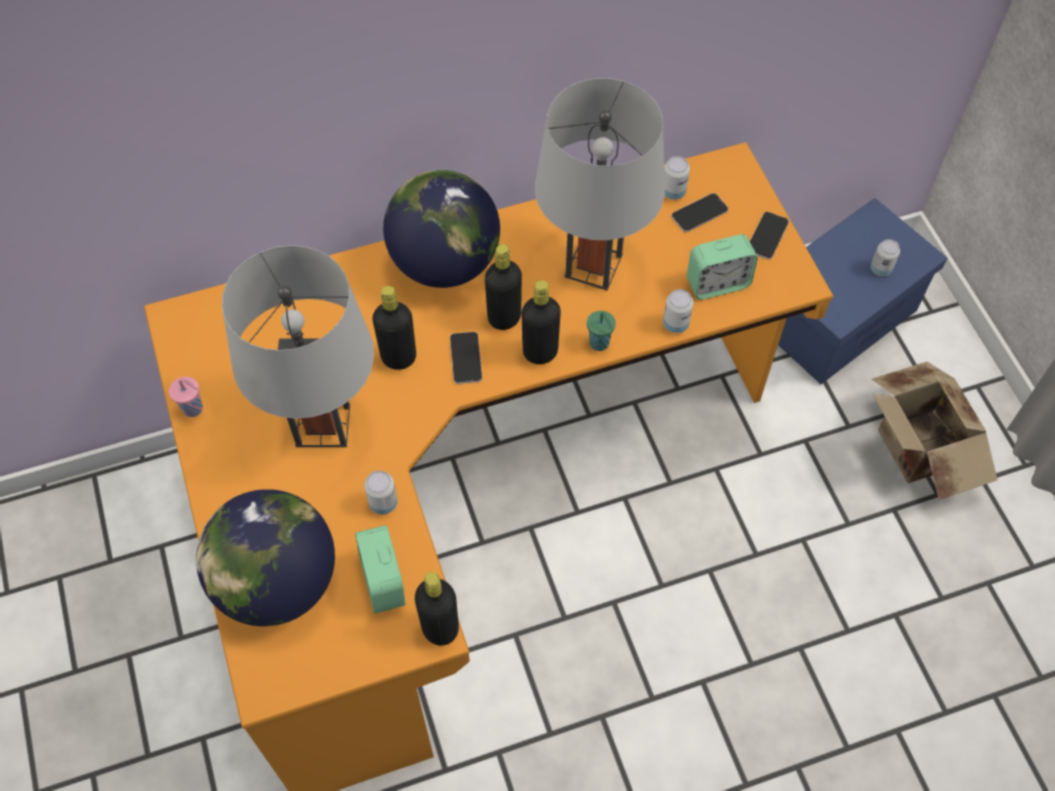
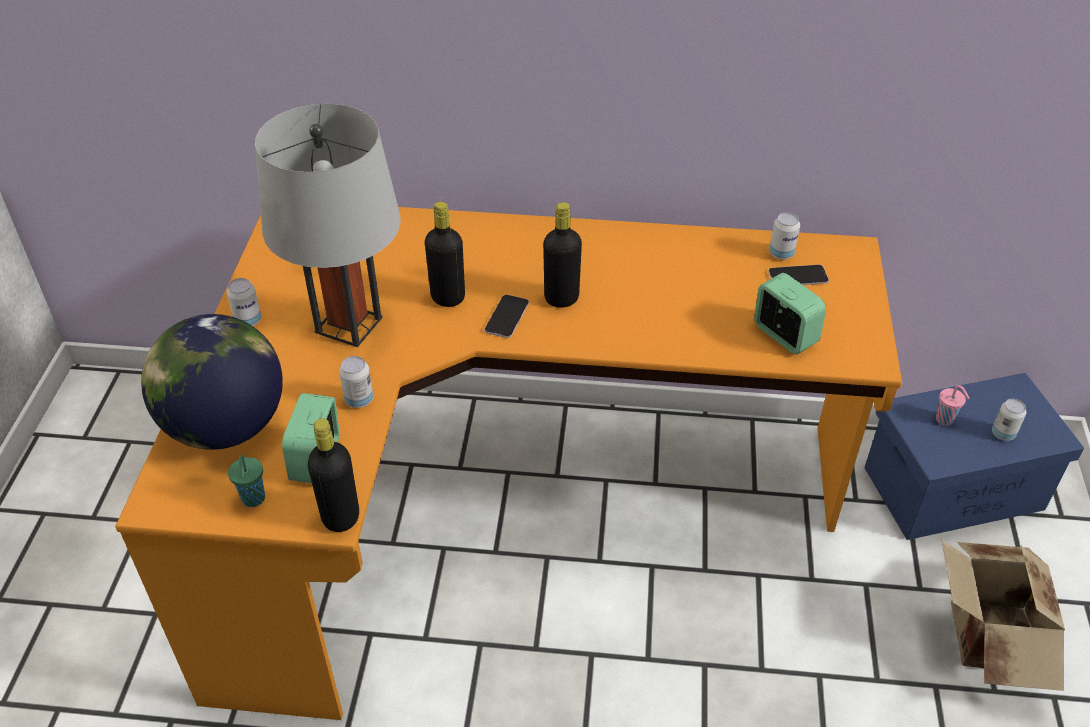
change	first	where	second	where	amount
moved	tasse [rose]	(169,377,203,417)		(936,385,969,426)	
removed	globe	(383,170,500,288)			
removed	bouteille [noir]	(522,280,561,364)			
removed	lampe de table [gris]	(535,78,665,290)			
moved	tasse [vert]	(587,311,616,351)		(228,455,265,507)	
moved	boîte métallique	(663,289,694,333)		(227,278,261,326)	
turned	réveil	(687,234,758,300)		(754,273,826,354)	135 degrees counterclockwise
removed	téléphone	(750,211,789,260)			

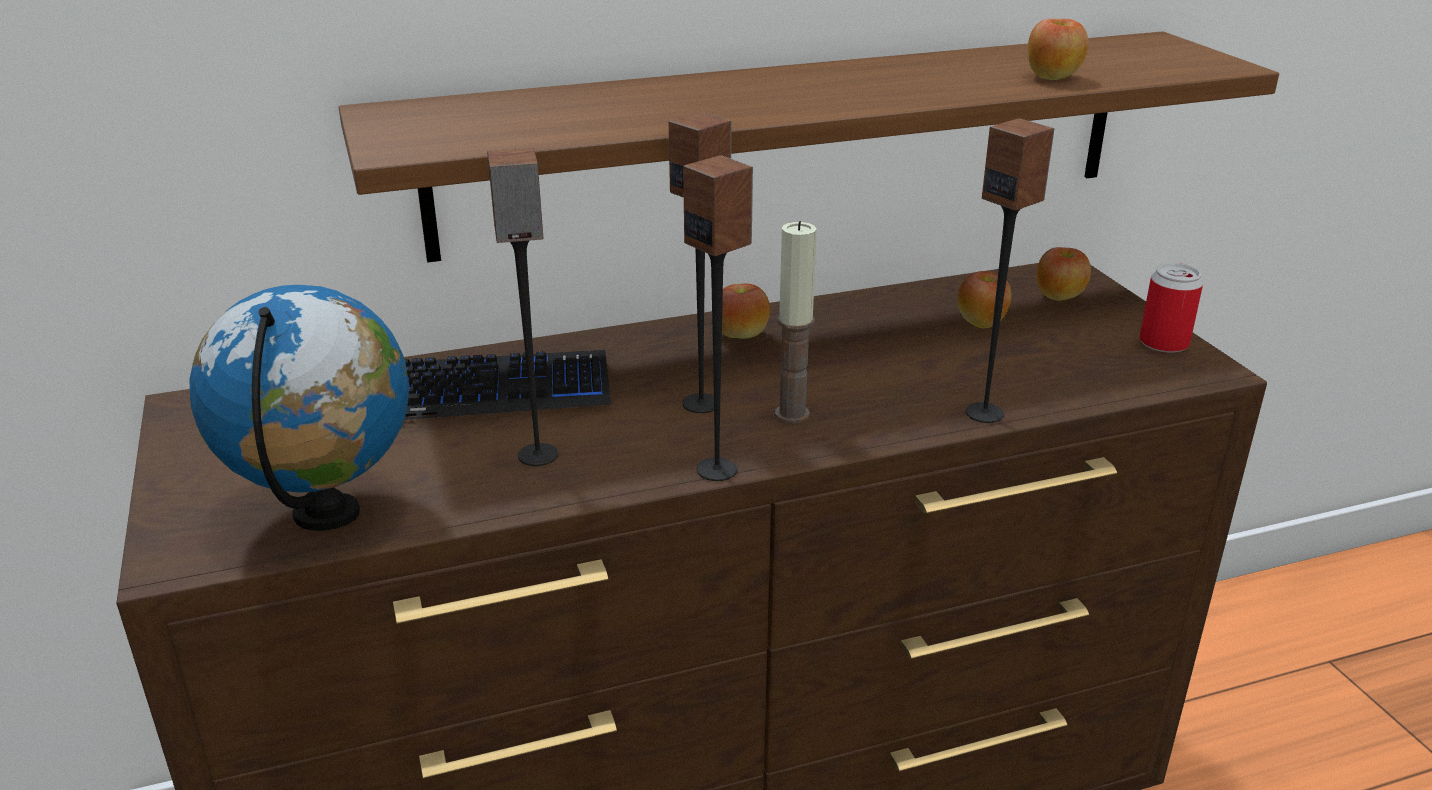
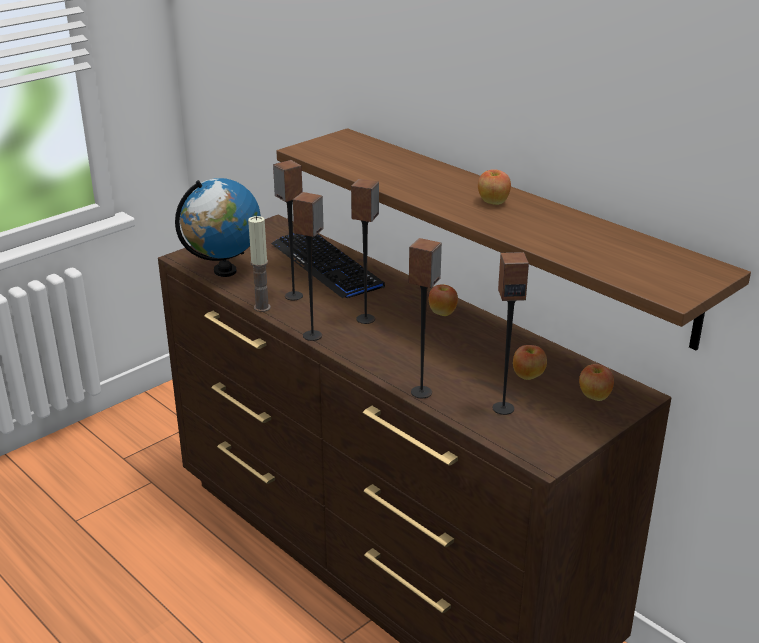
change	first	where	second	where	amount
moved	bougie	(775,221,817,423)		(248,216,271,312)	
moved	pomme	(1028,19,1088,80)		(478,169,511,205)	
removed	boîte métallique	(1139,263,1203,353)			
added			enceinte	(493,252,529,415)	

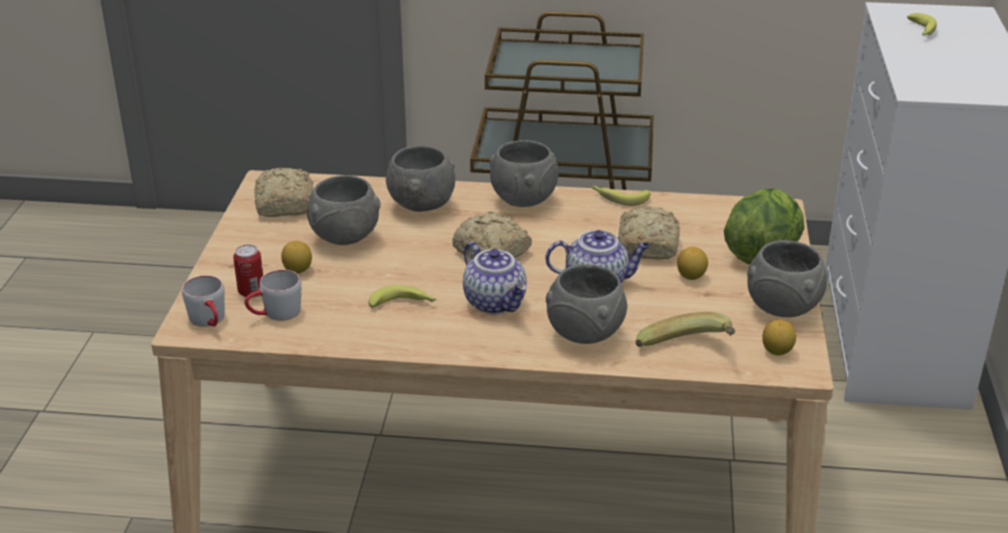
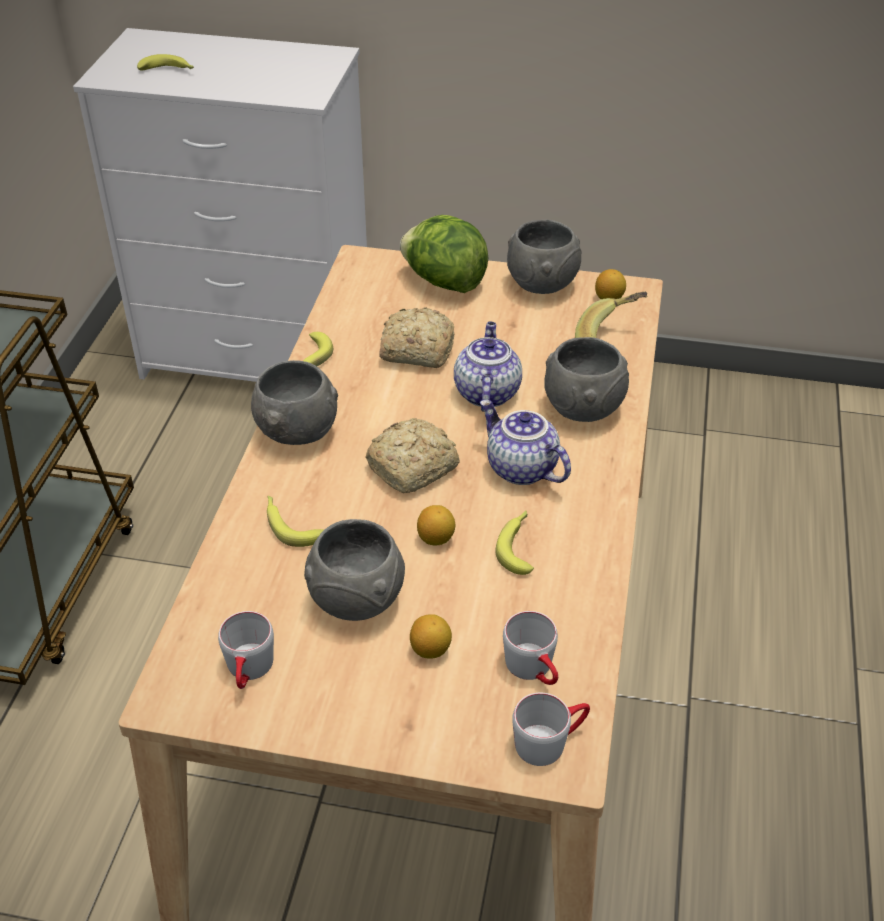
change	first	where	second	where	amount
removed	boîte métallique	(233,245,263,298)			
replaced	pain	(254,168,314,217)	mug [gris]	(218,611,274,689)	
replaced	bol [gris]	(386,145,455,212)	banane	(267,496,324,547)	
turned	théière	(463,242,527,314)		(480,400,571,485)	105 degrees counterclockwise
moved	citron	(677,247,708,280)		(417,505,455,545)	

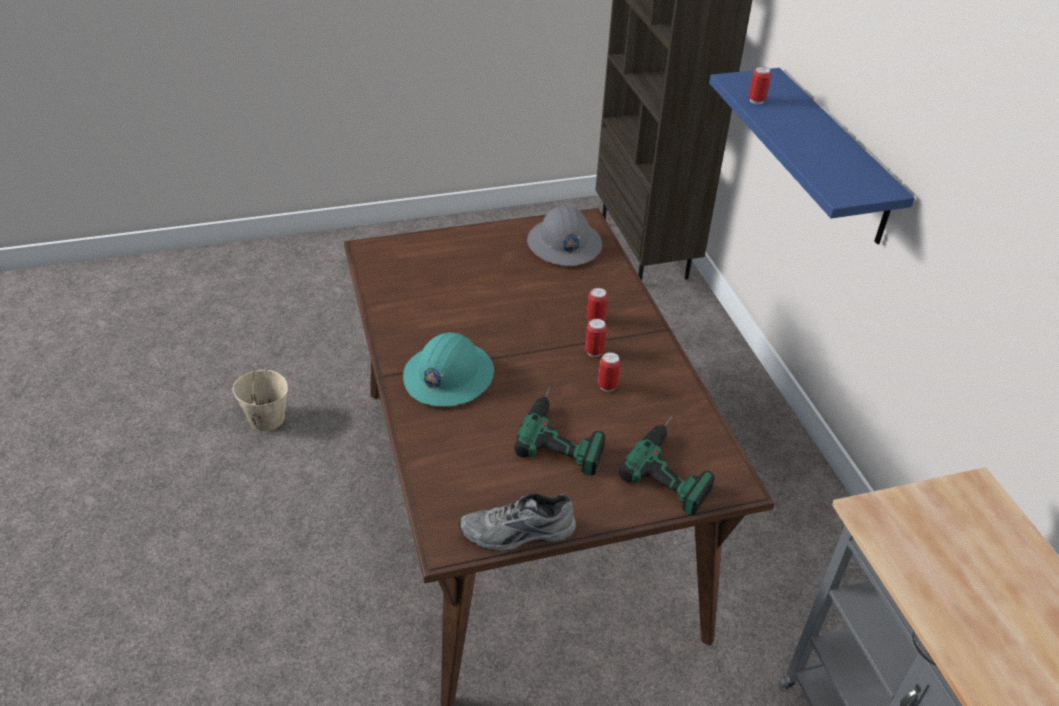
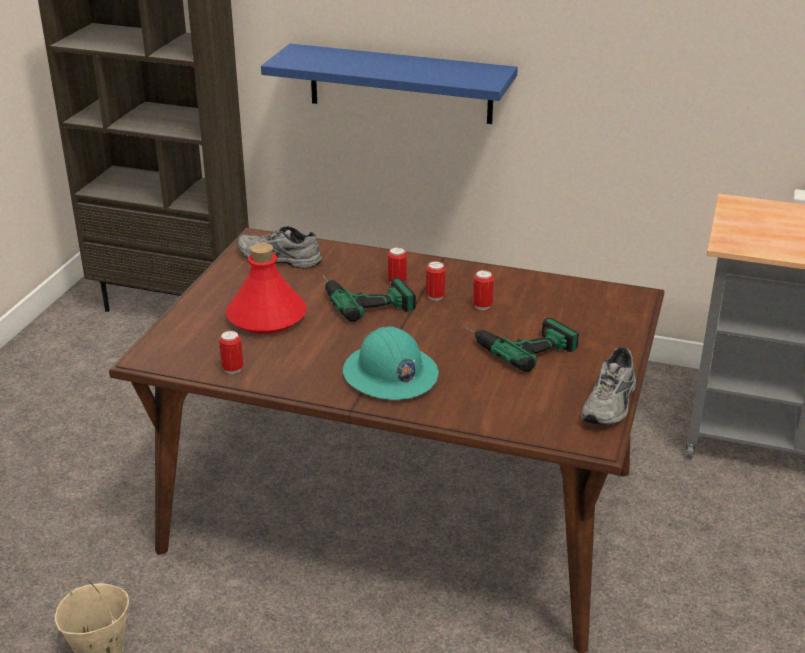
change	first	where	second	where	amount
replaced	casque de chantier [gris]	(527,205,602,266)	chaussure [gris]	(237,226,322,268)	
moved	perceuse	(619,416,715,515)		(323,275,416,322)	
moved	boîte métallique	(749,67,771,104)		(219,331,243,374)	
added			bouteille [rouge]	(226,243,307,334)	

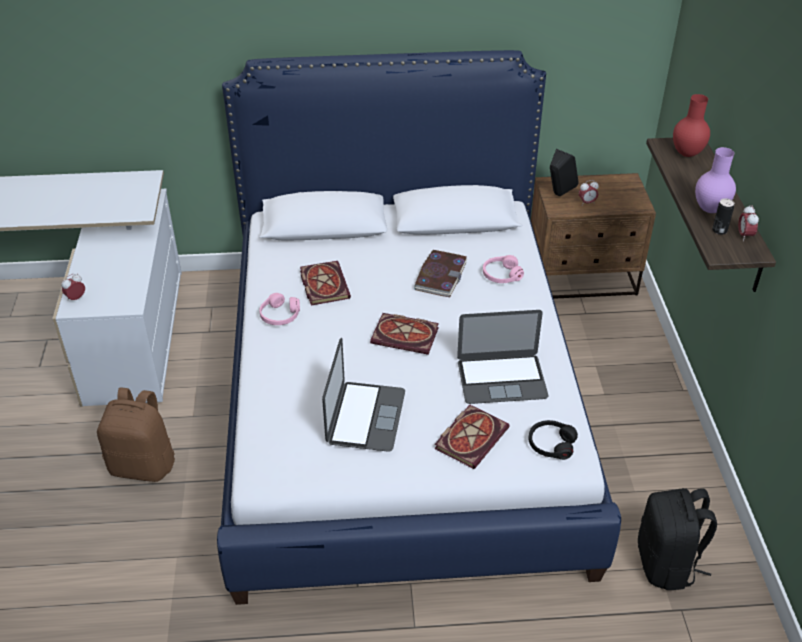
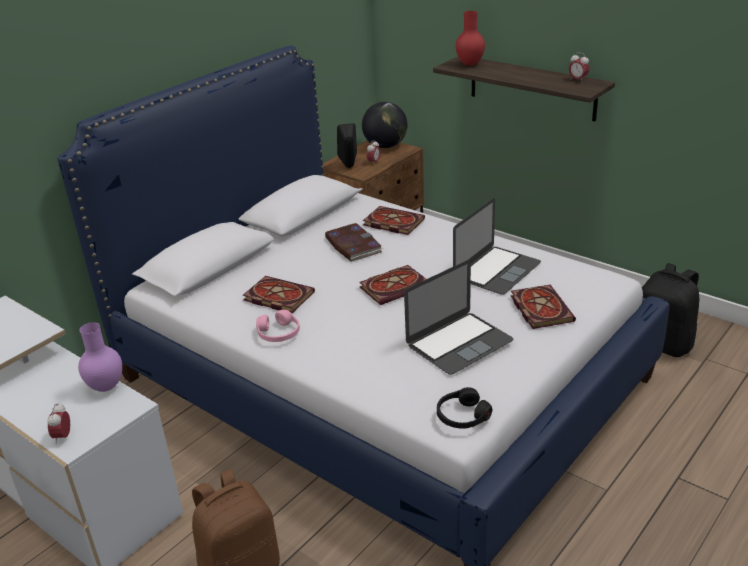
change	first	where	second	where	amount
turned	ordinateur portable	(322,338,405,452)		(404,260,513,375)	90 degrees clockwise
replaced	casque audio [rose]	(483,255,524,283)	livre	(363,206,425,235)	
moved	casque audio [noir]	(528,420,578,460)		(437,387,492,428)	
moved	vase [violet]	(695,147,736,213)		(78,322,122,392)	
removed	boîte métallique	(712,198,734,235)			
added			globe	(362,102,407,148)	

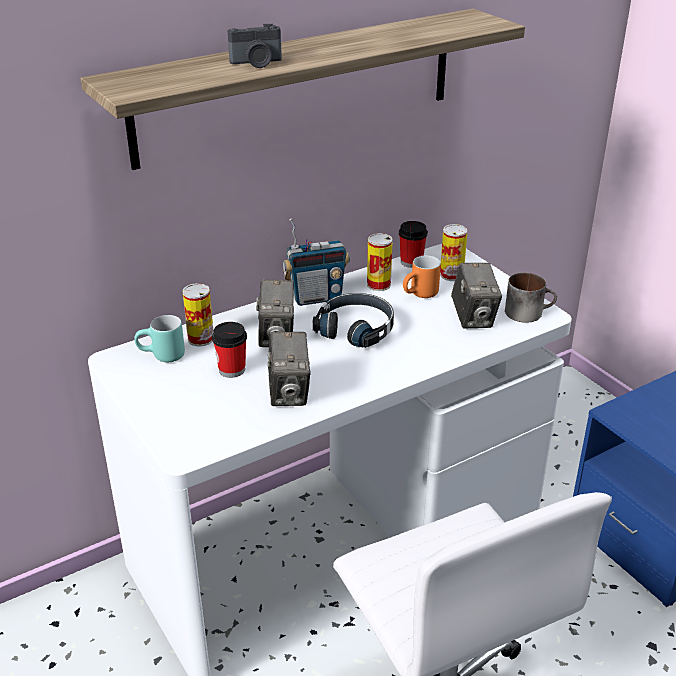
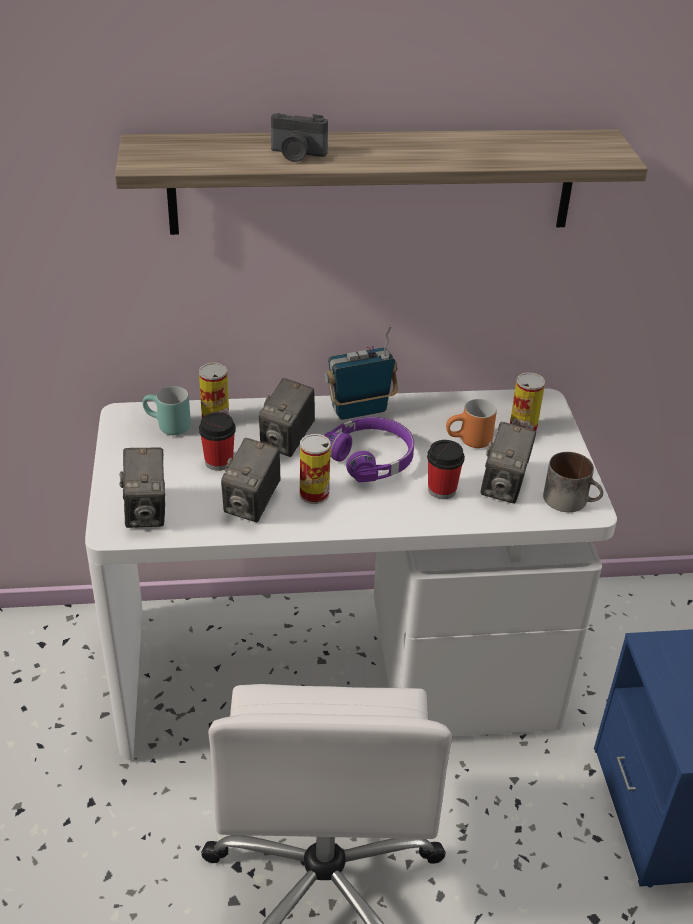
change	first	where	second	where	amount
turned	radio	(283,218,350,306)		(324,326,398,420)	150 degrees clockwise
recoloured	casque audio [noir]	(313,293,394,348)	casque audio [violet]	(324,417,414,482)	
moved	boîte métallique	(367,233,393,291)		(300,434,331,504)	
moved	tasse	(399,221,428,268)		(427,440,465,499)	
added			appareil photo	(120,448,165,528)	

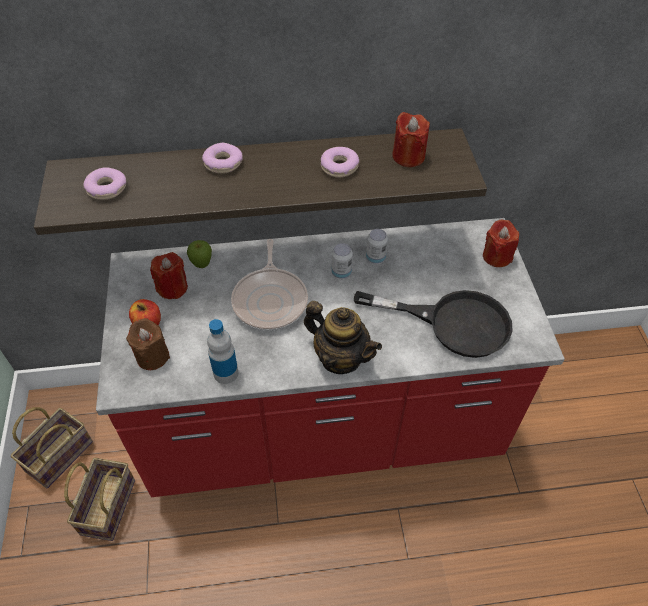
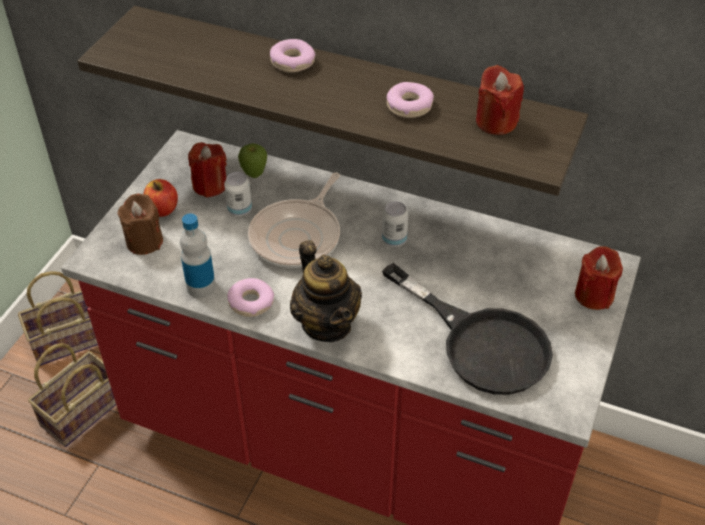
change	first	where	second	where	amount
moved	beignet	(83,167,126,200)		(227,278,274,317)	
moved	boîte métallique	(366,229,388,264)		(224,172,252,216)	

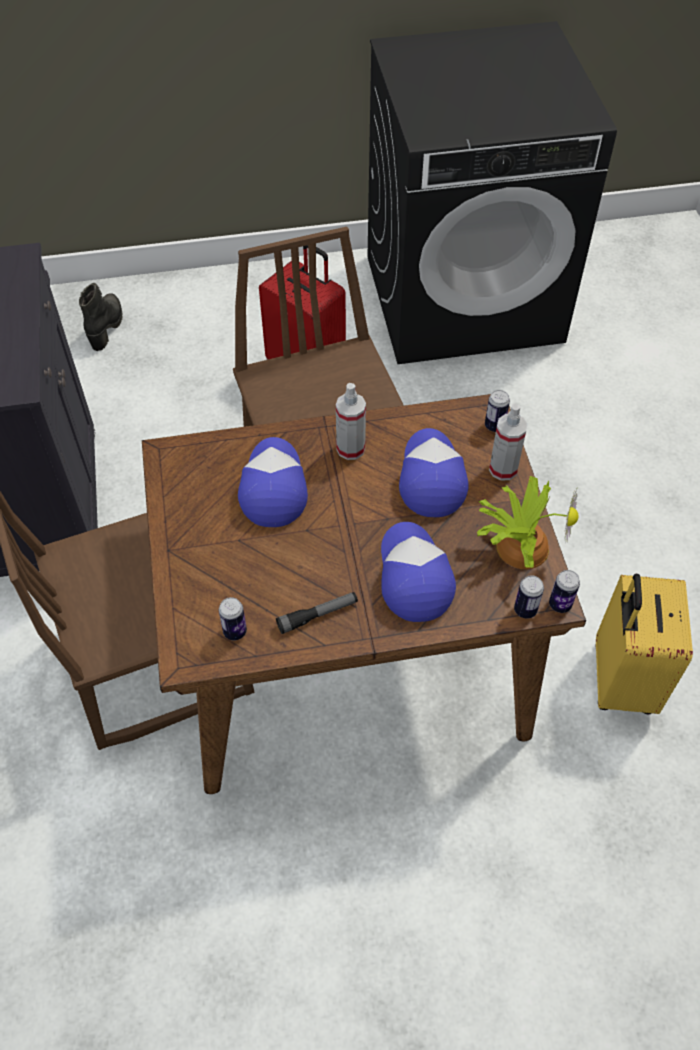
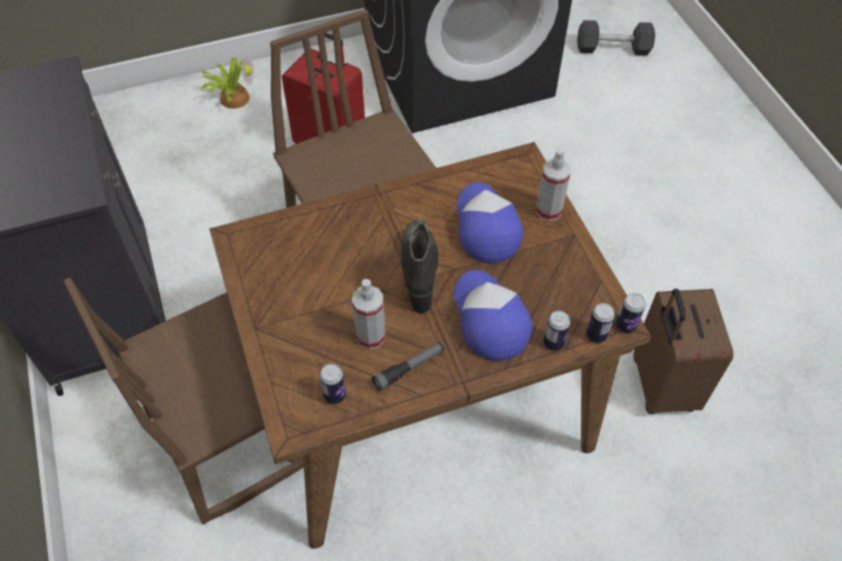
change	first	where	second	where	amount
moved	botte [noir]	(79,283,122,351)		(401,219,438,314)	
removed	casquette	(238,437,308,527)			
moved	vaporisateur	(336,383,366,460)		(352,279,385,350)	
moved	plante en pot	(477,476,579,569)		(200,54,255,109)	
moved	boîte métallique	(485,390,510,432)		(543,311,570,351)	
recoloured	valise [jaune]	(596,574,693,714)	valise [marron]	(634,289,734,414)	
added			haltère [gris]	(577,20,655,55)	

